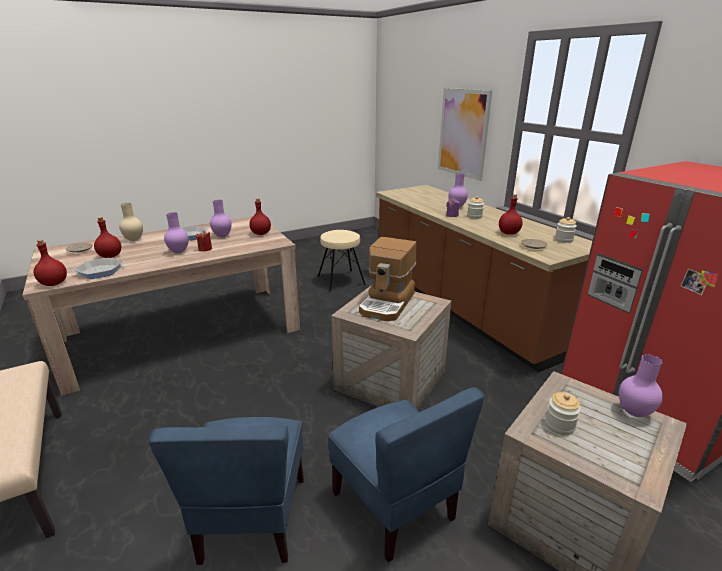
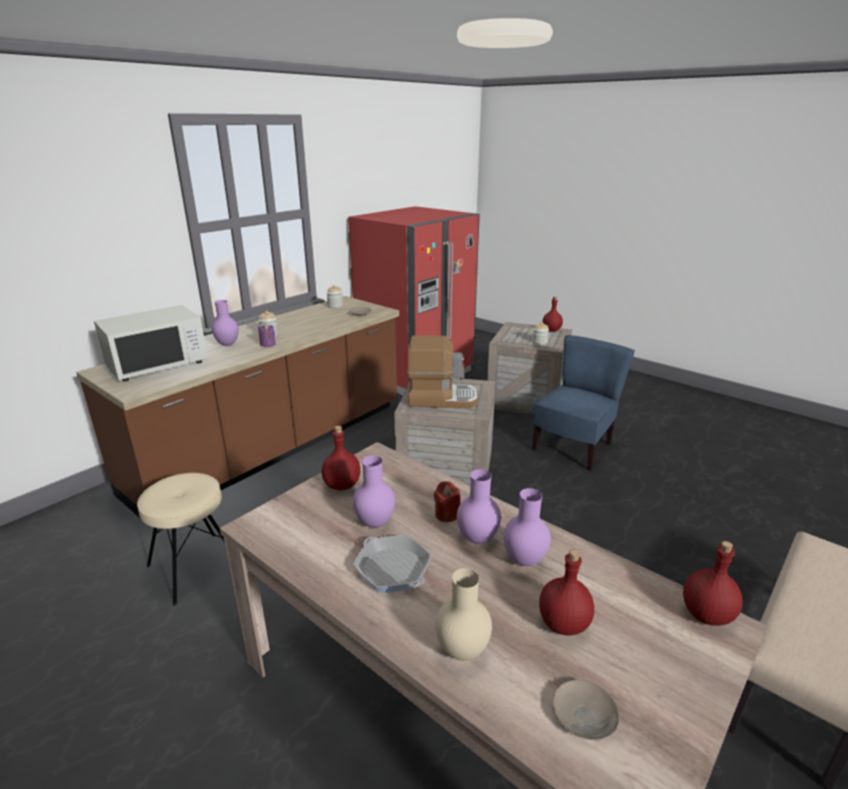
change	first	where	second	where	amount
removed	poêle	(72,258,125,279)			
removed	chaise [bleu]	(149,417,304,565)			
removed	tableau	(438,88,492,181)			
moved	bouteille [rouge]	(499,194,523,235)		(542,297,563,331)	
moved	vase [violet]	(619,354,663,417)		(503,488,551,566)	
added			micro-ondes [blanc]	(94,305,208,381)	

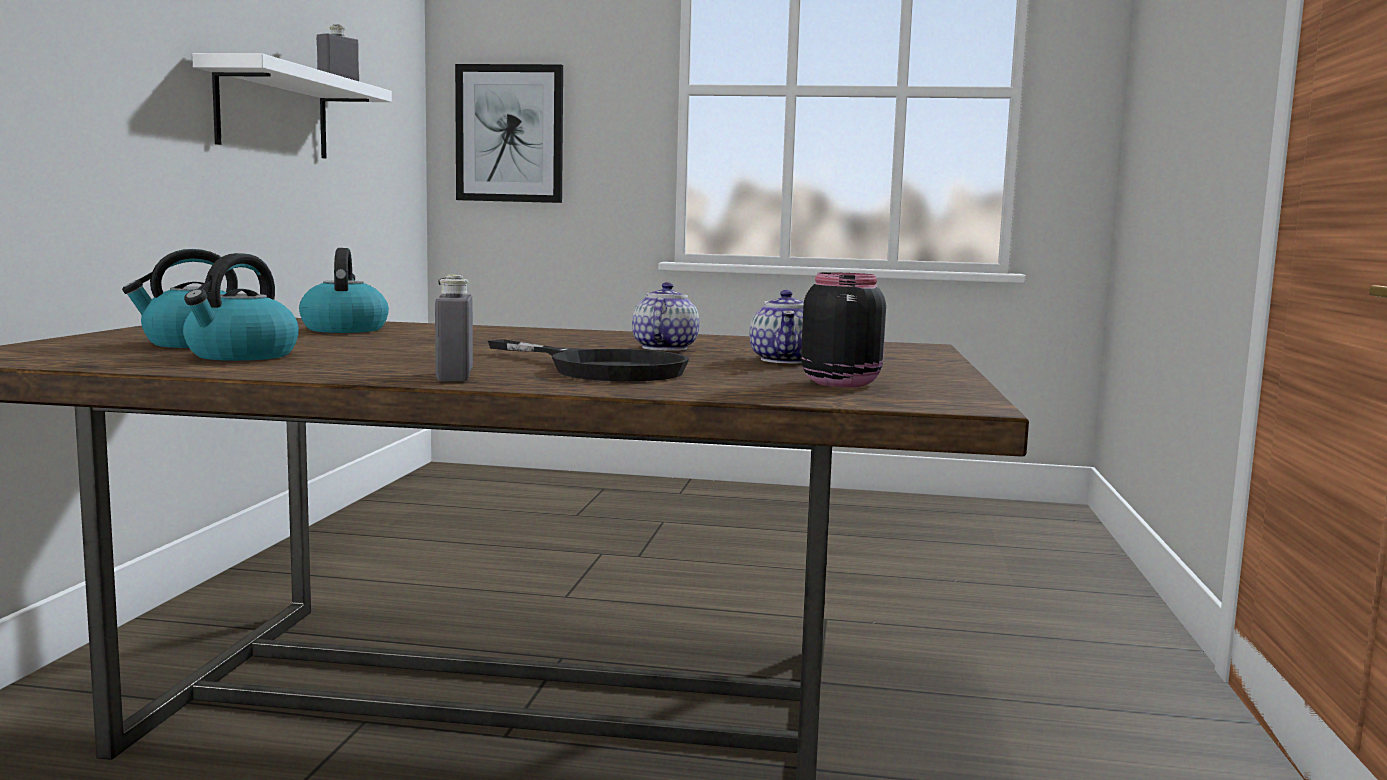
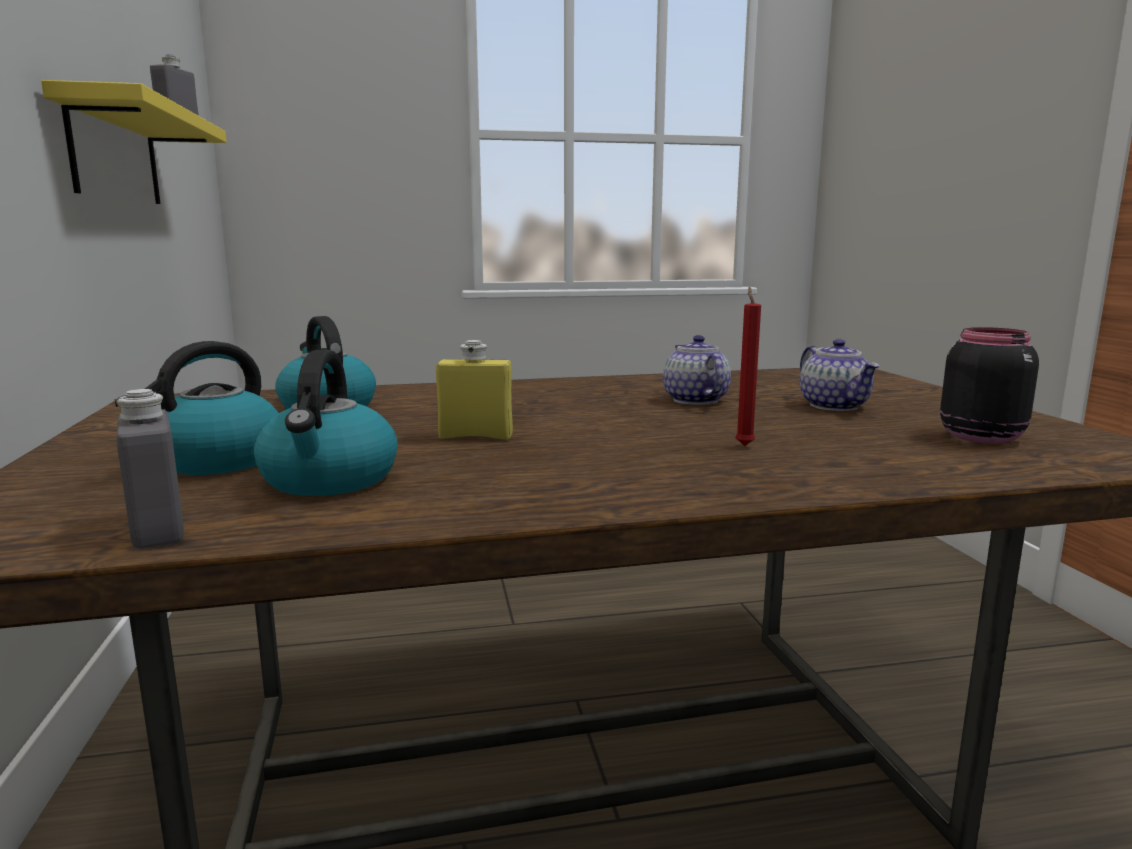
change	first	where	second	where	amount
recoloured	étagère [blanc]	(192,53,392,159)	étagère [jaune]	(41,80,227,204)	
moved	bouteille [gris]	(435,275,473,381)		(114,389,184,549)	
removed	tableau	(455,64,563,203)			
replaced	poêle [noir]	(488,339,689,381)	bougie [rouge]	(735,287,761,446)	
added			bouteille [jaune]	(436,340,513,440)	

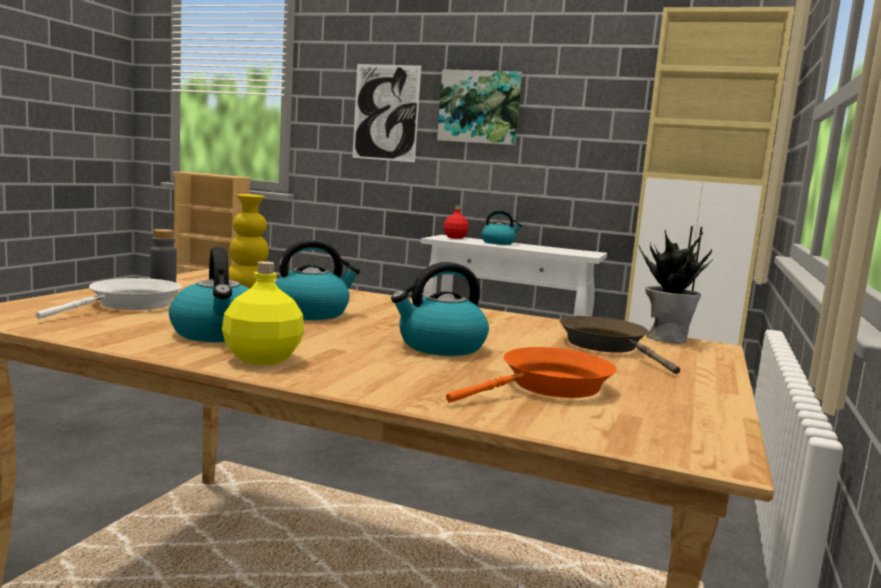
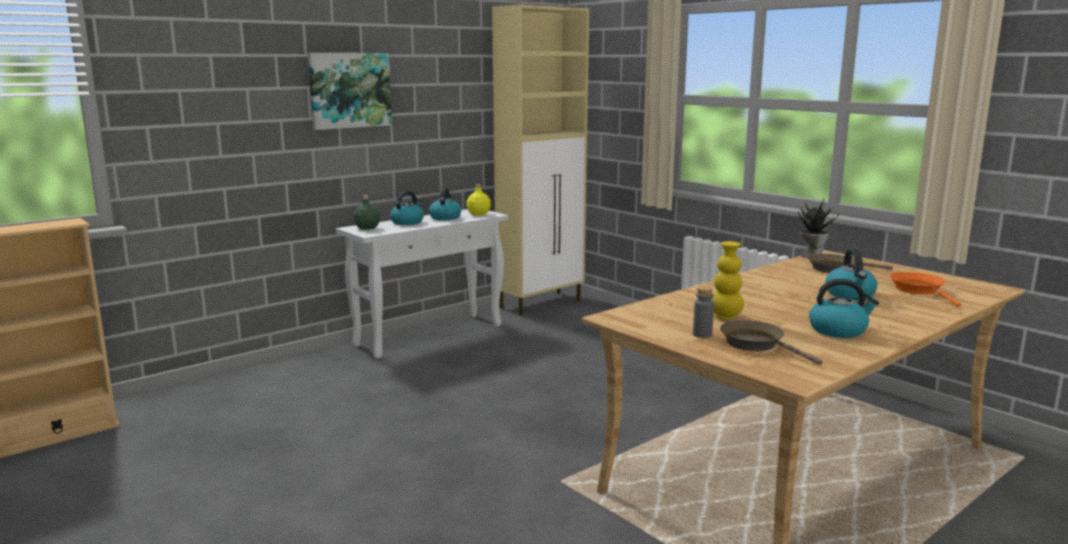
change	first	where	second	where	amount
recoloured	poêle [blanc]	(36,278,182,319)	poêle [marron]	(720,320,822,365)	
moved	bouteille [jaune]	(222,261,304,365)		(466,184,491,216)	
moved	bouilloire	(275,239,360,320)		(429,187,461,220)	
removed	tableau	(352,64,421,162)			
recoloured	bouteille [rouge]	(443,206,469,239)	bouteille [vert]	(353,195,380,230)	

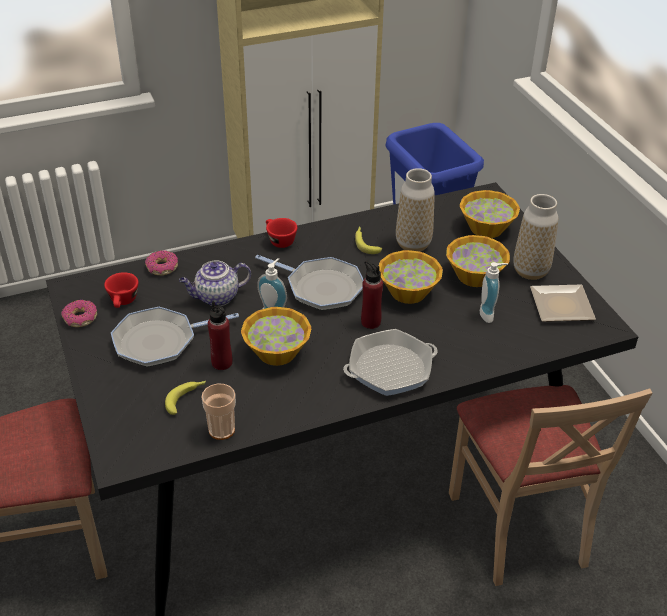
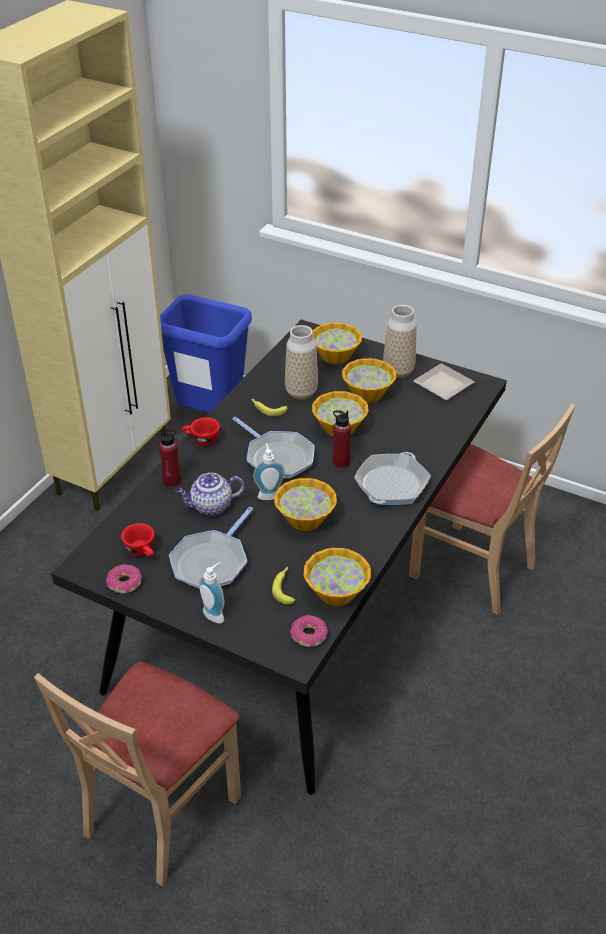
change	first	where	second	where	amount
moved	beignet	(145,250,178,275)		(290,615,328,647)	
turned	théière	(179,261,251,306)		(176,473,244,516)	45 degrees clockwise
replaced	tasse	(201,383,236,440)	bol	(304,548,371,606)	
moved	bouteille [rouge]	(208,301,233,370)		(159,429,181,487)	
turned	poêle	(255,255,363,311)		(233,417,315,479)	60 degrees clockwise
moved	distributeur de savon	(480,262,508,323)		(199,562,225,623)	

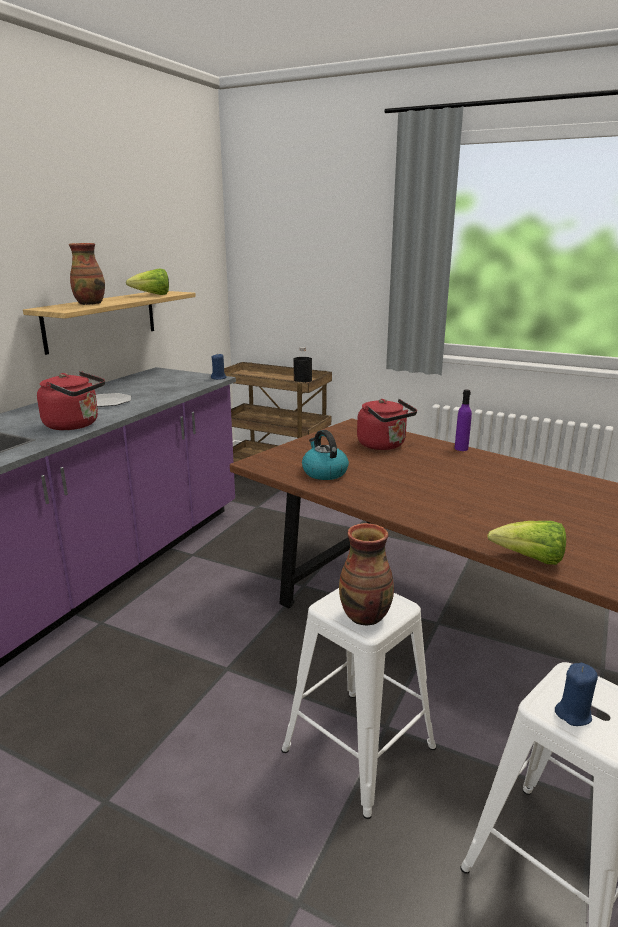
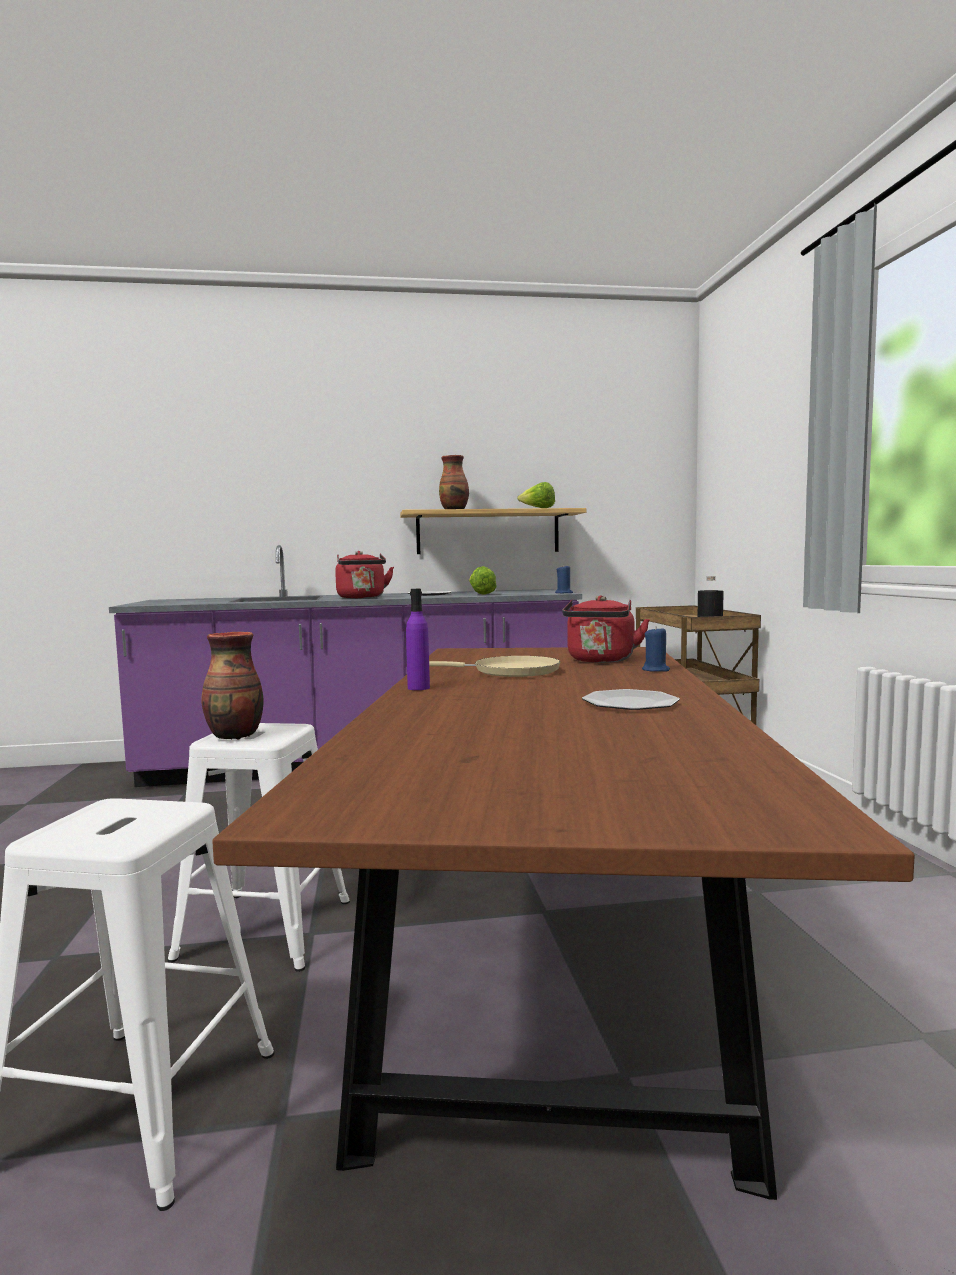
change	first	where	second	where	amount
removed	bouilloire	(302,430,349,480)			
moved	bouteille [violet]	(455,390,472,451)		(406,589,430,690)	
moved	laitue	(487,521,566,565)		(469,566,497,595)	
moved	bougie [bleu]	(555,663,598,726)		(642,626,670,672)	
added			poêle [beige]	(429,656,560,677)	
added			assiette	(582,689,680,710)	

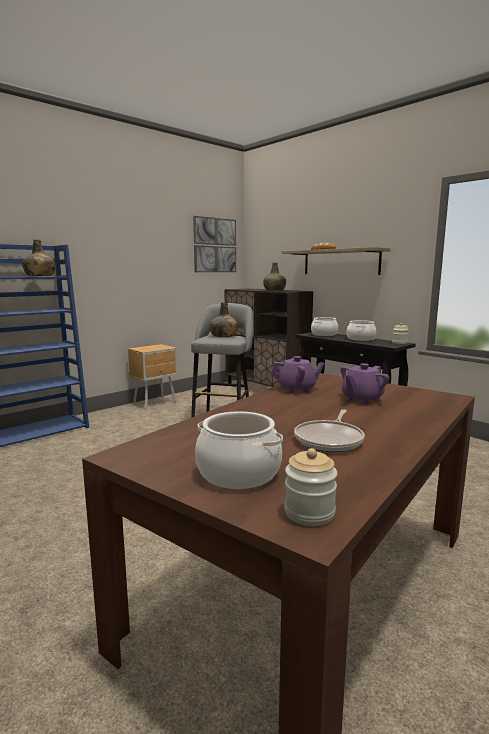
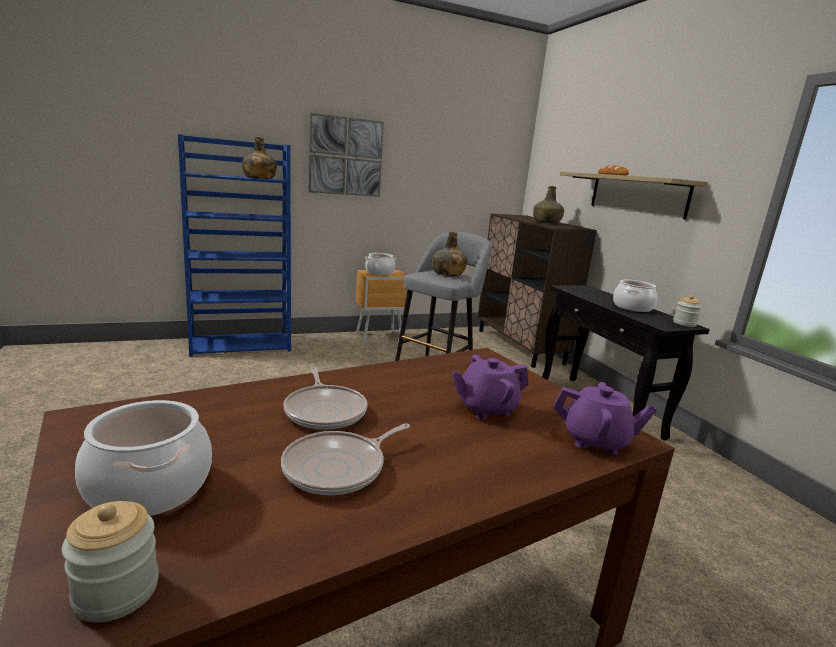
change	first	where	second	where	amount
moved	tableau	(193,216,236,272)		(309,113,384,197)	
moved	théière [violet]	(271,356,324,393)		(553,382,657,455)	
moved	marmite	(311,317,338,336)		(365,253,396,276)	
added			poêle	(284,367,368,430)	

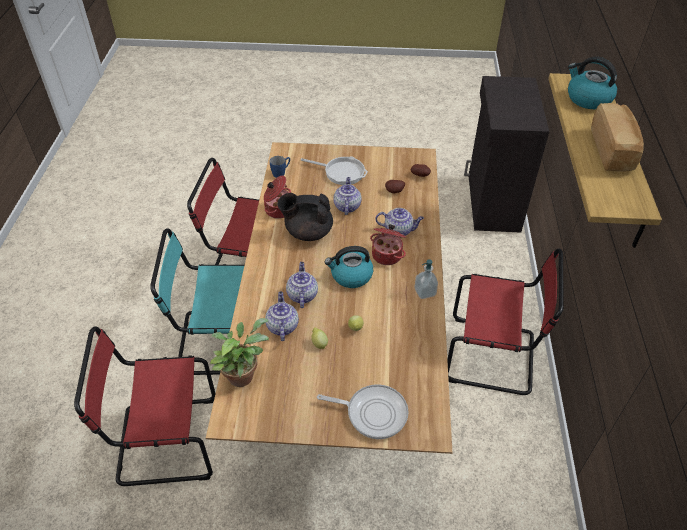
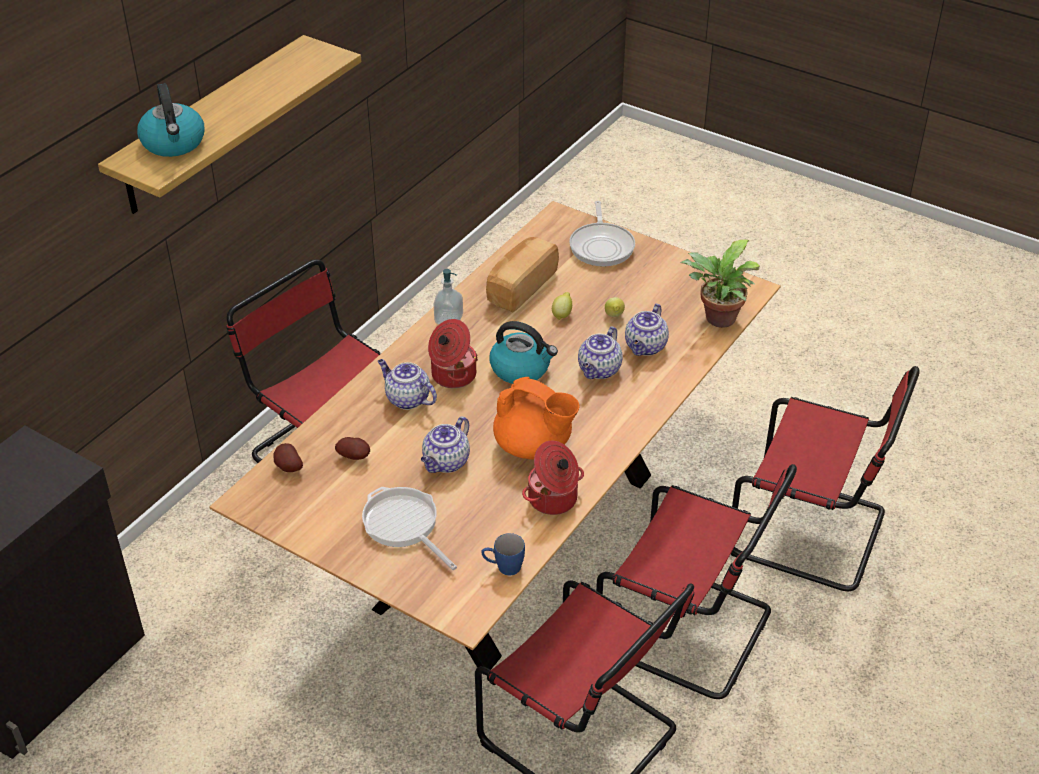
change	first	where	second	where	amount
recoloured	chaise [turquoise]	(150,228,244,375)	chaise [rouge]	(596,464,797,699)	
recoloured	théière [noir]	(277,193,333,241)	théière [orange]	(493,377,580,459)	
turned	poêle	(317,384,409,439)		(569,201,635,266)	135 degrees counterclockwise
moved	pain	(591,103,644,172)		(486,237,559,313)	

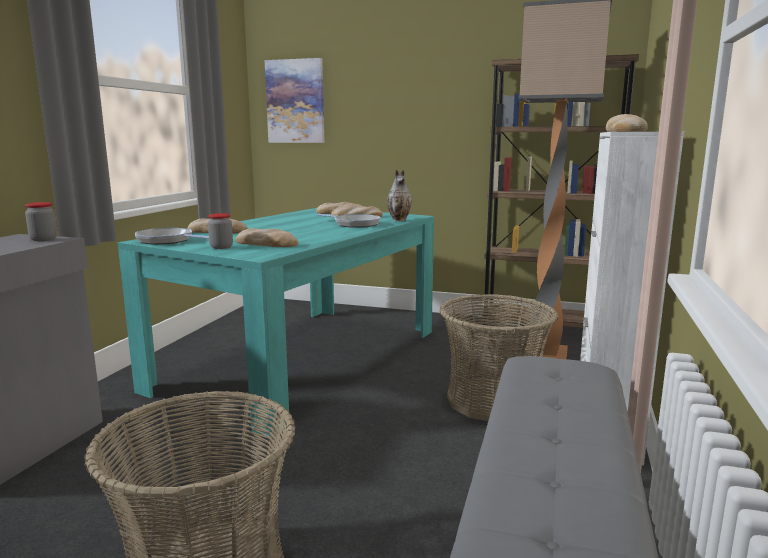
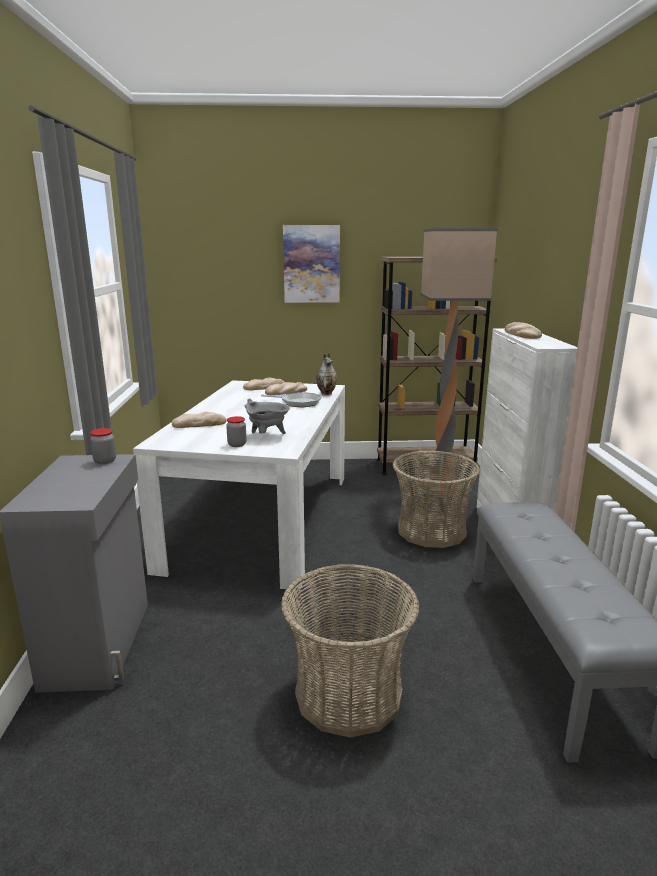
change	first	where	second	where	amount
recoloured	table à manger [turquoise]	(118,208,434,436)	table à manger [blanc]	(133,380,345,591)	
removed	poêle	(135,228,209,245)			
replaced	pain	(236,228,298,247)	marmite [gris]	(245,399,290,434)	
moved	tableau	(265,58,324,143)		(283,225,340,303)	

